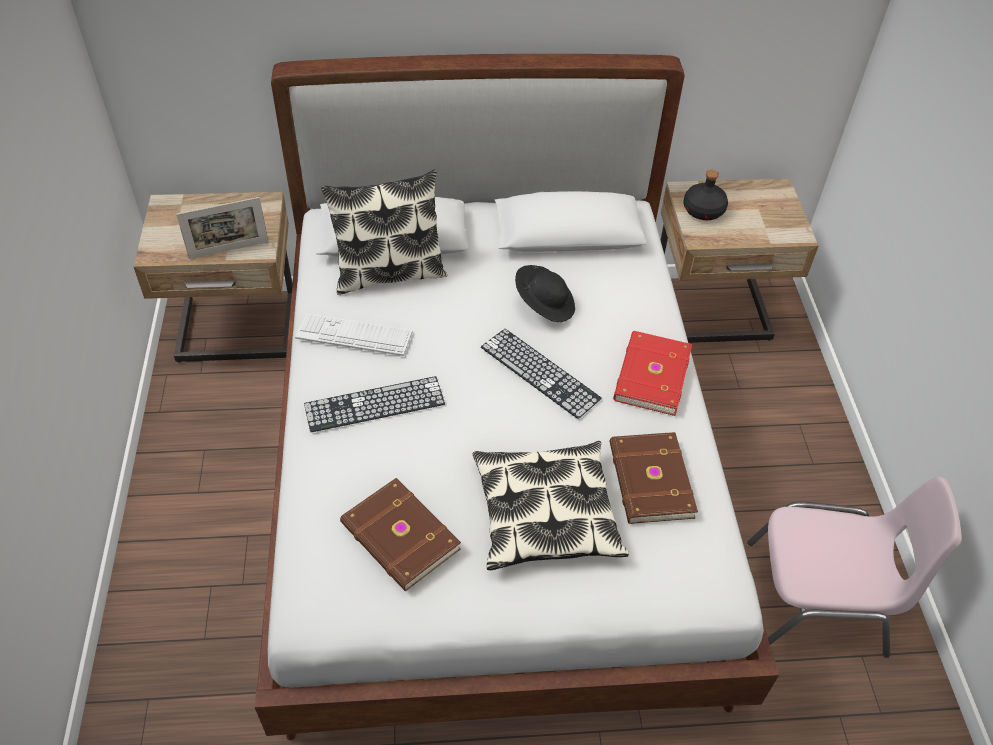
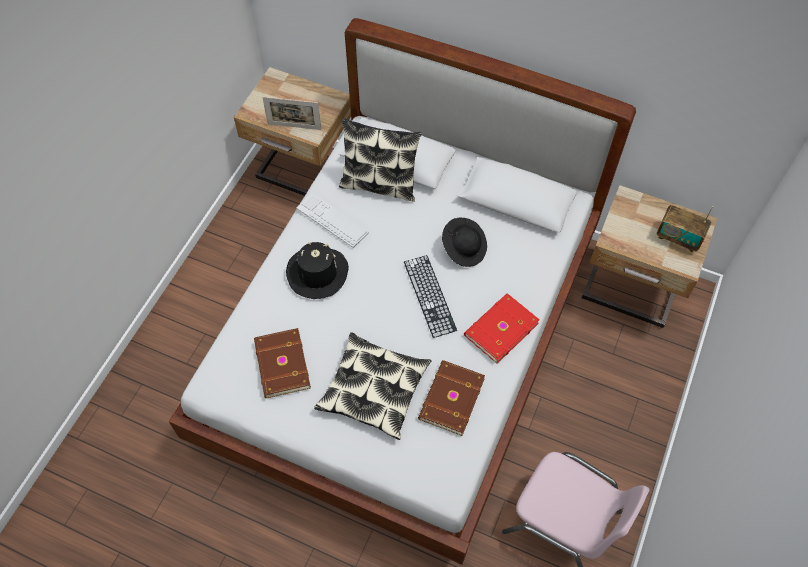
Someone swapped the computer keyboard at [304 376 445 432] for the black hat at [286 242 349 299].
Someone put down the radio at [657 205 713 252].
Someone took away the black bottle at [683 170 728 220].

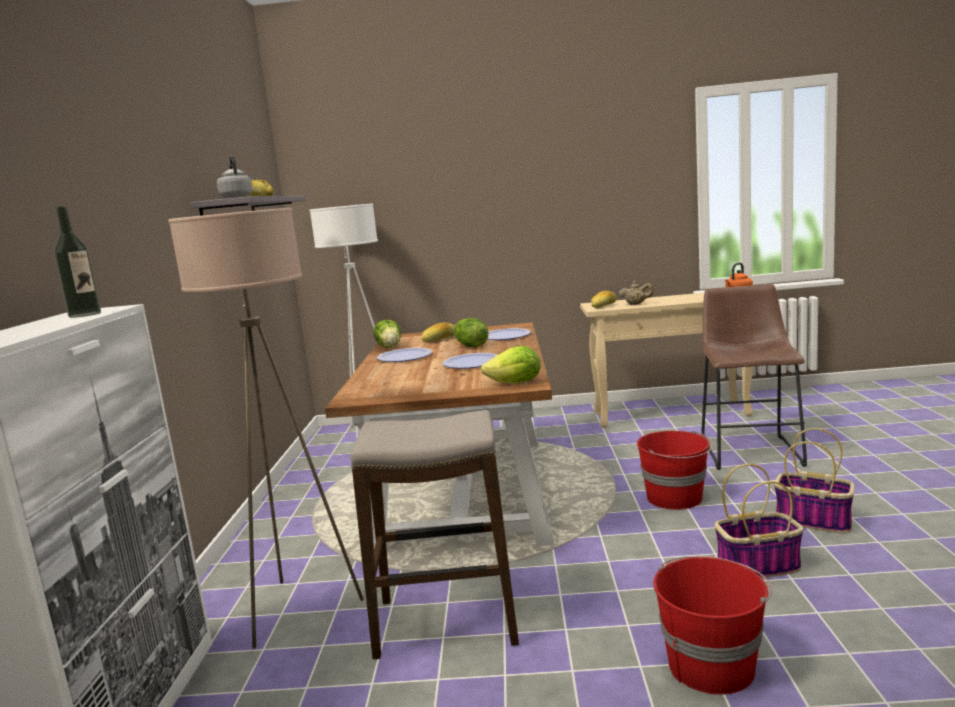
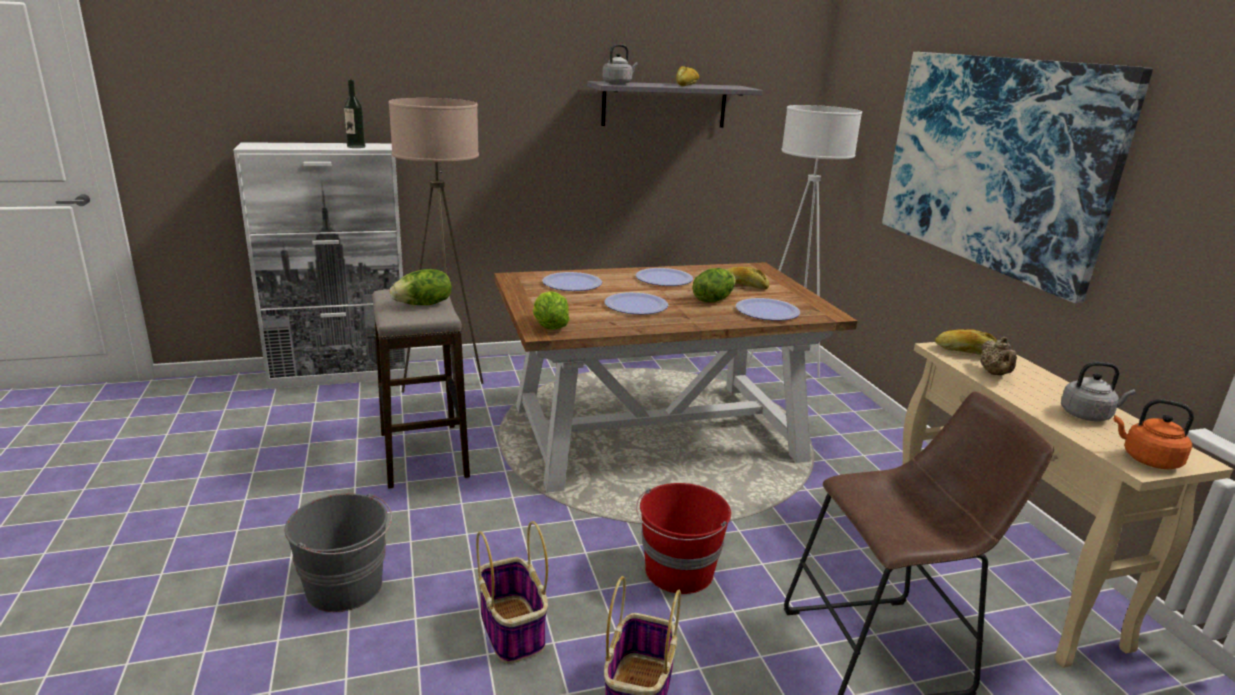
Someone repainted the red water bucket at [653 556 772 695], which became the greyish water bucket at [284 493 392 612].
Someone carried the lettuce from [374 320 401 348] to [390 269 452 305].
Someone put down the flat dish at [542 272 602 291].
Someone put up the wall art at [882 52 1153 303].
Someone put down the greyish tea kettle at [1061 362 1136 422].

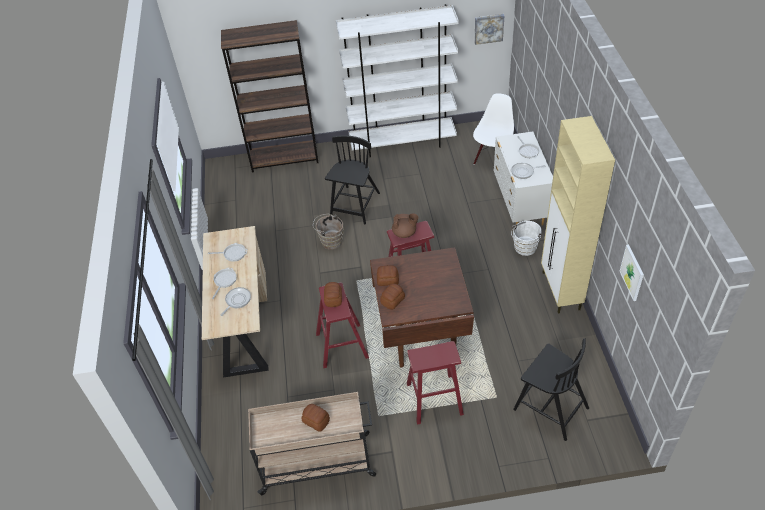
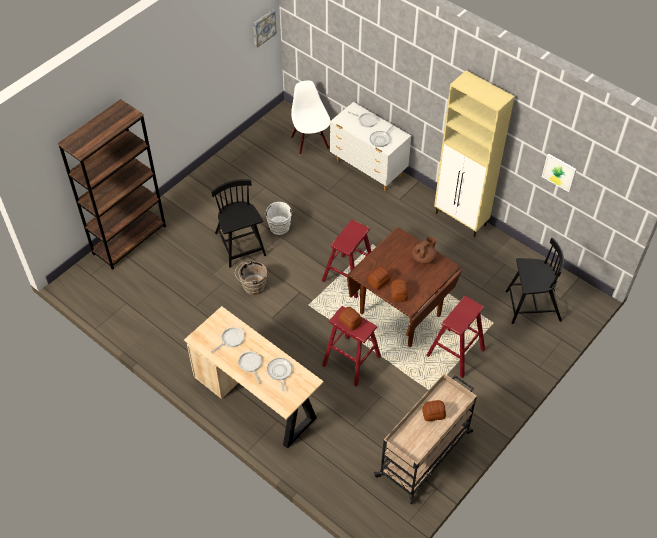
Someone carried the whitish water bucket from [511 221 542 256] to [264 202 293 235].
Someone carried the brown-coloured tea pot from [392 213 419 238] to [412 237 437 264].
Someone took away the whitish shelving unit at [336 4 459 157].

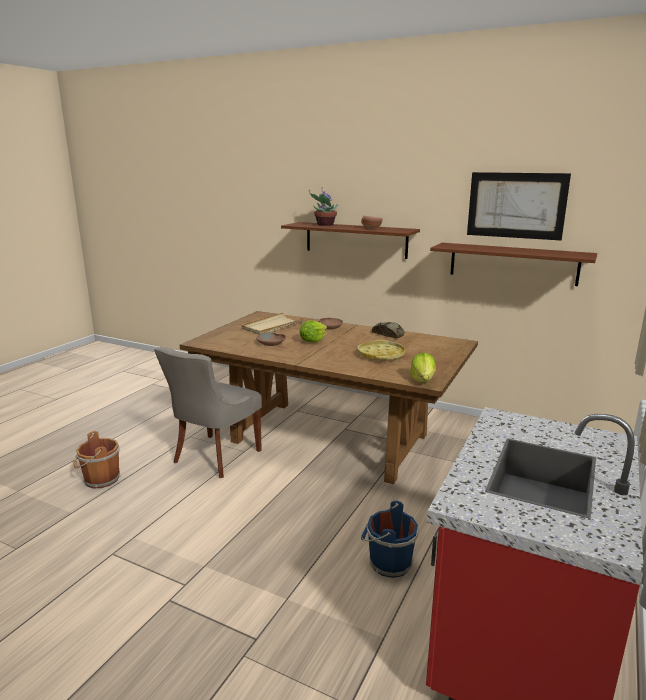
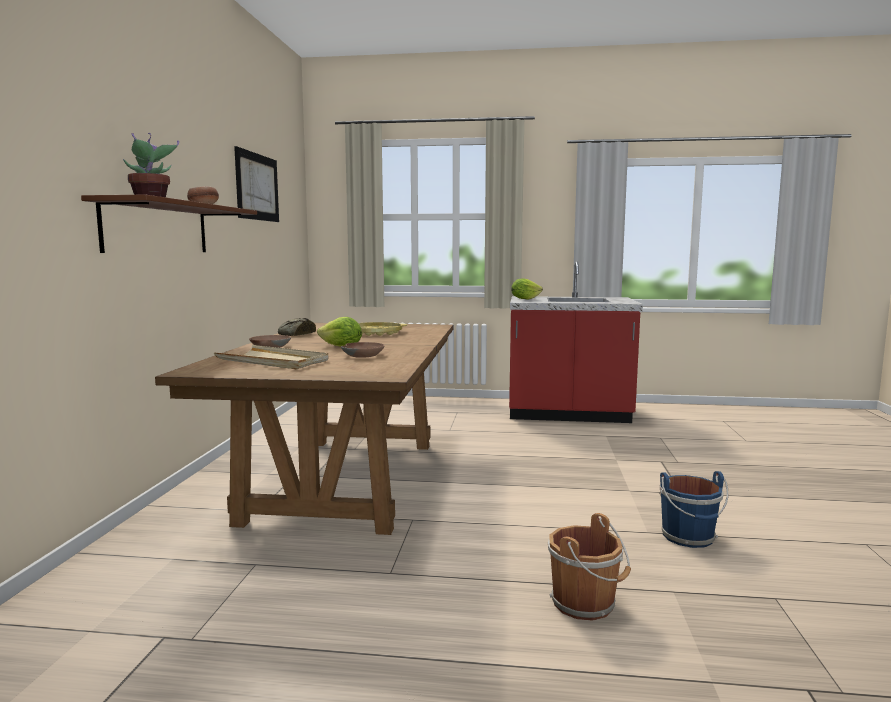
Someone carried the lettuce from [410 353 436 382] to [511 278 543 300].
Someone carried the blue water bucket from [361 501 418 578] to [660 471 728 548].
Someone took away the greyish plain chair at [154 347 262 478].
Someone took away the brown-coloured bracket shelf at [430 243 597 286].

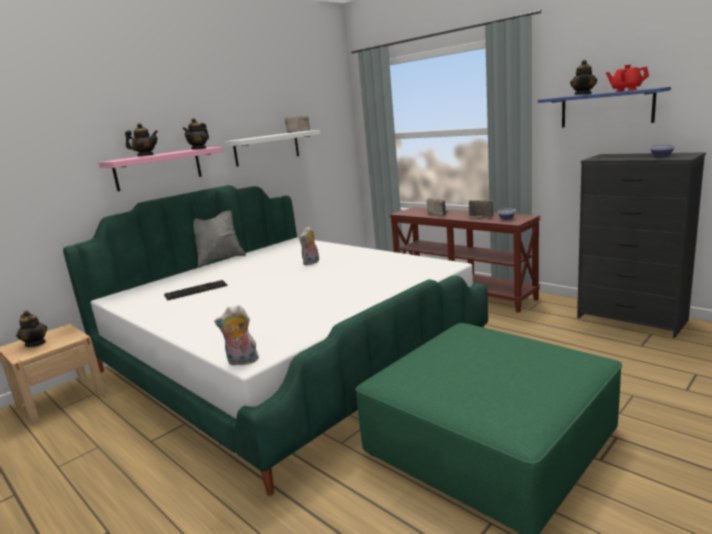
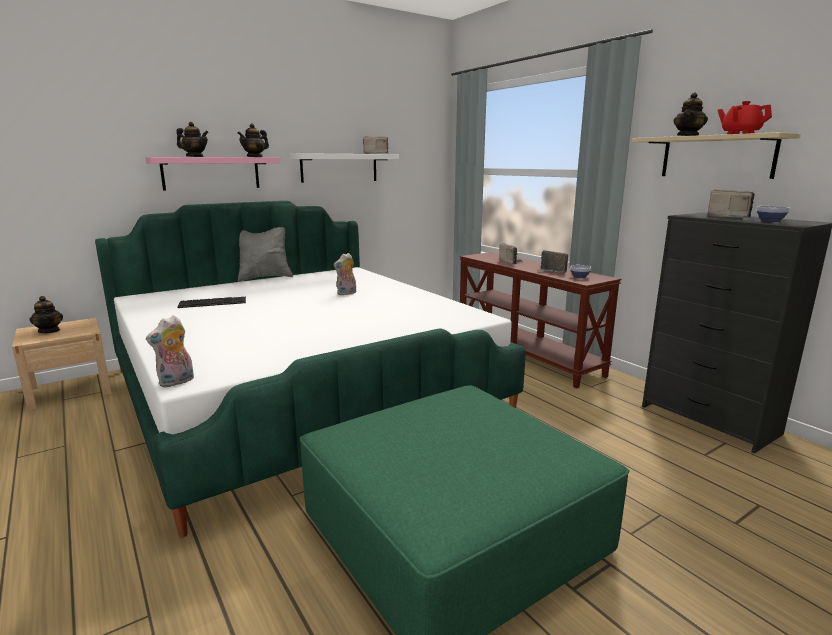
Someone rotated the soft toy at [214 305 259 366] by 60 degrees counterclockwise.
Someone repainted the blue bracket shelf at [538 87 671 128], which became the beige bracket shelf at [632 132 801 179].
Someone put down the radio at [708 190 755 218].

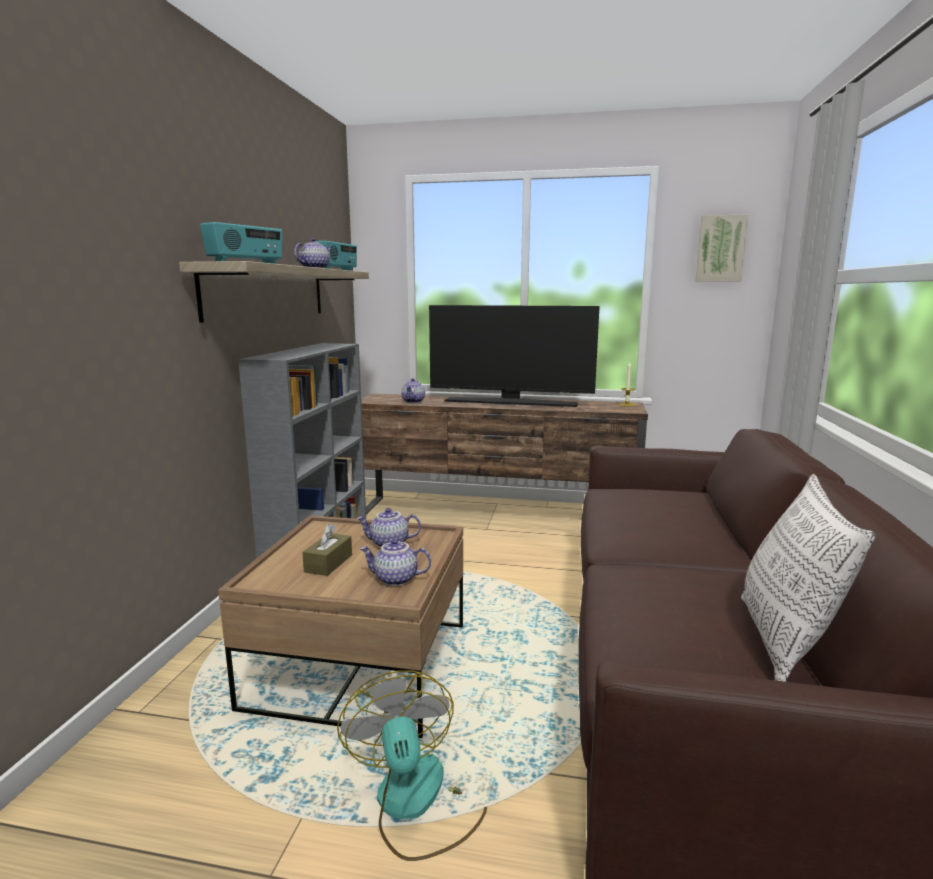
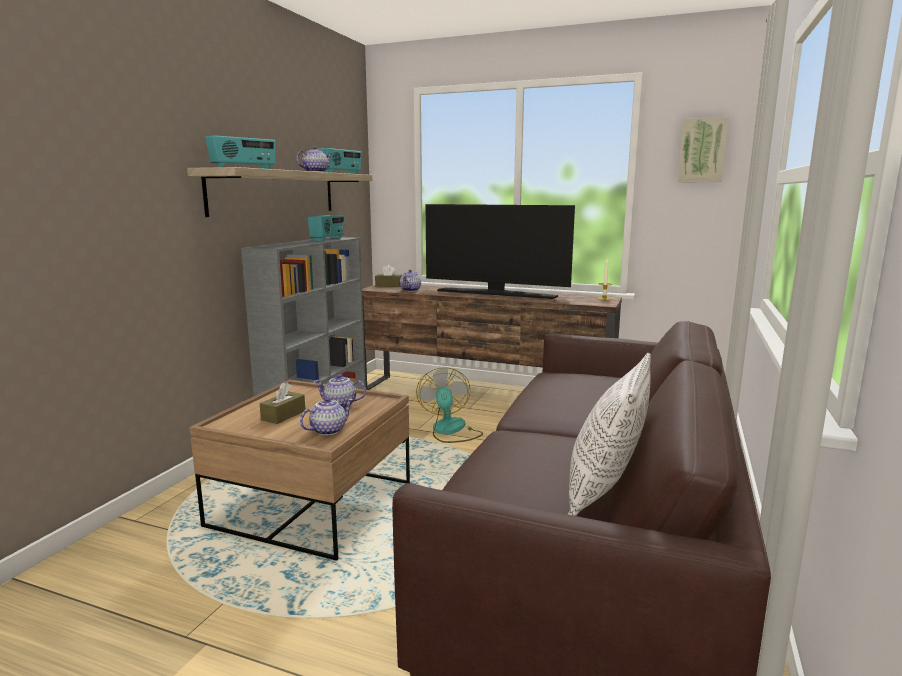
Someone rotated the tea pot at [360 539 431 586] by 120 degrees clockwise.
Someone put down the radio at [308 215 344 241].
Someone put down the brown-coloured tissue holder at [375 265 402 287].
Someone carried the cooling fan from [337 670 487 861] to [416 367 483 443].

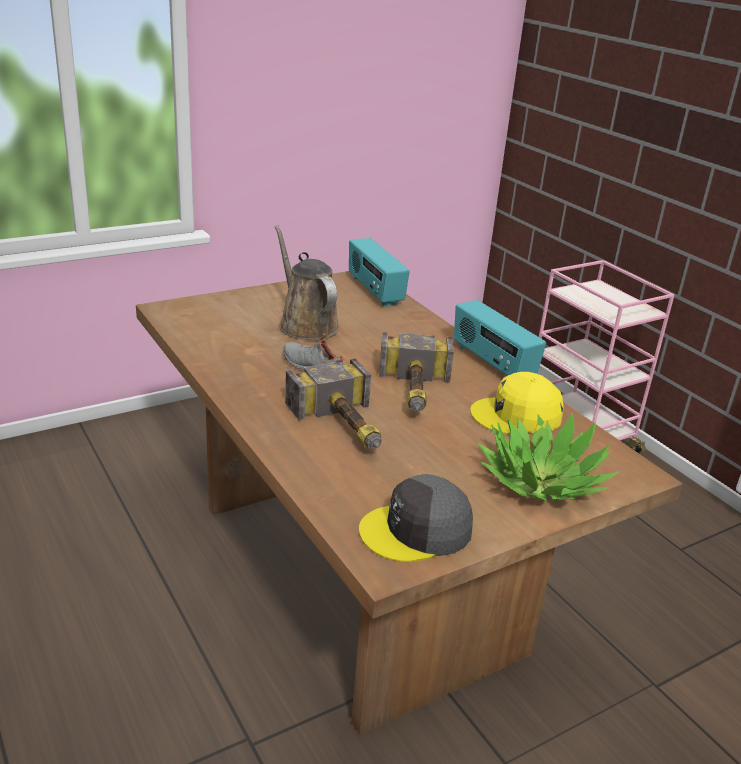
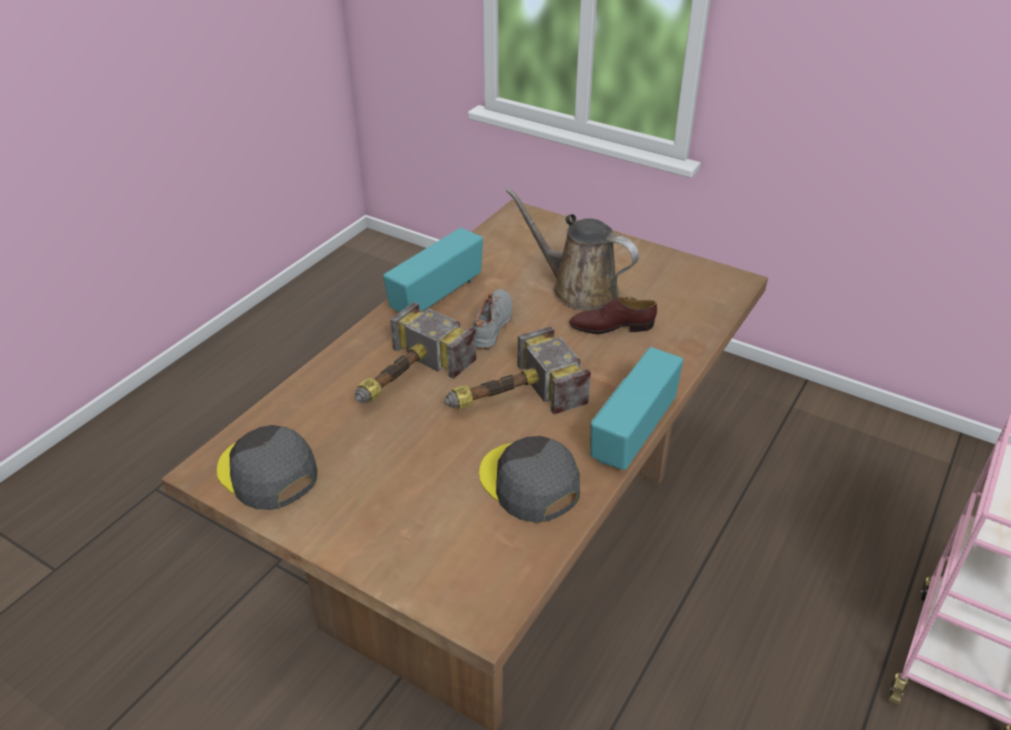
Someone carried the radio from [349 238 410 307] to [383 228 483 313].
Someone repainted the yellowish peaked cap at [470 372 564 434], which became the greyish peaked cap at [479 436 580 523].
Someone rotated the brown-coloured watering can at [275 225 339 340] by 90 degrees counterclockwise.
Someone put down the brown-coloured low shoe at [569 297 657 334].
Someone took away the plant in a pot at [476 412 619 502].

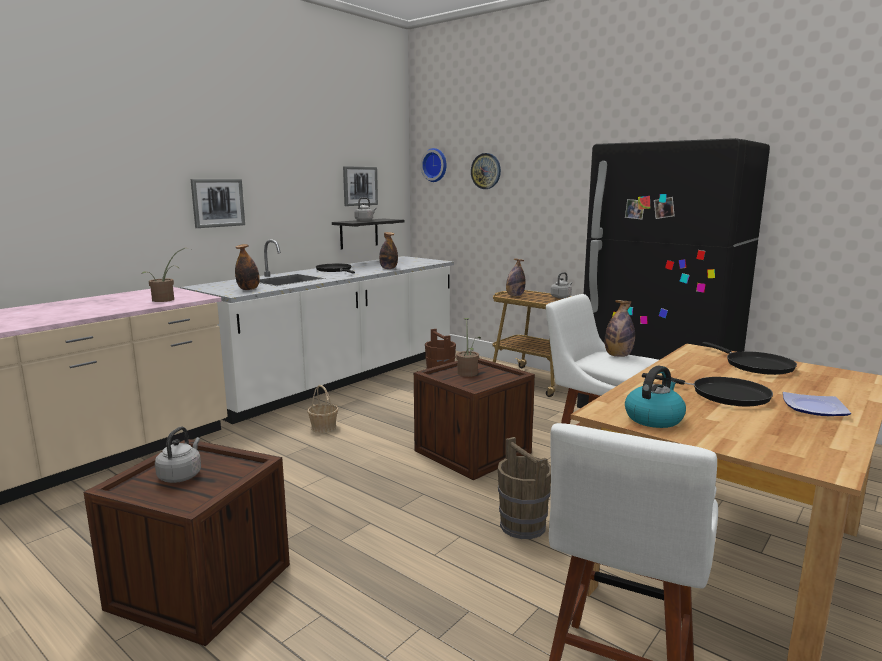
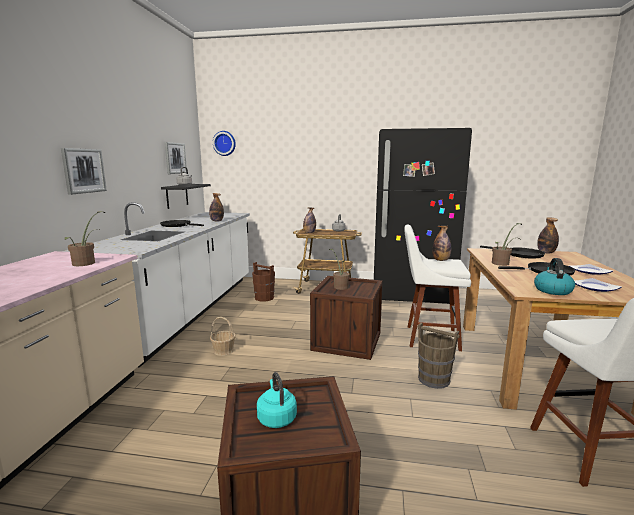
Someone repainted the greyish tea kettle at [155 427 201 483], which became the blue-green tea kettle at [257 372 297 428].
Someone put down the plant in a pot at [492 223 522 266].
Someone carried the bottle from [235 244 260 290] to [537 217 559 253].
Someone put down the flat dish at [574 278 622 292].
Someone took away the wall clock at [471 153 501 189].

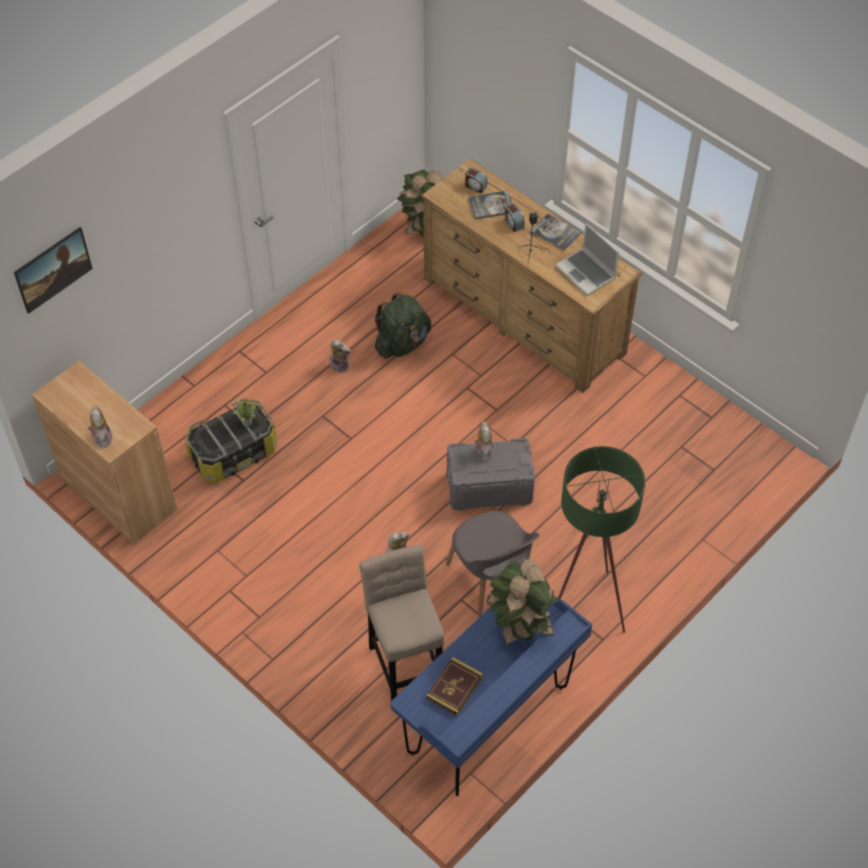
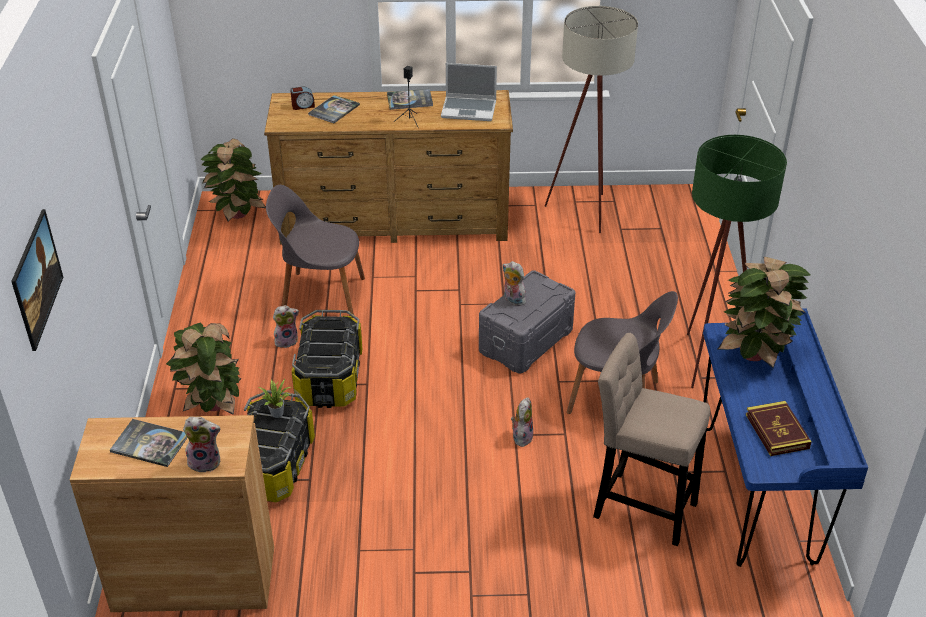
Someone put down the bound book at [110 419 187 467].
Someone put down the plant in a pot at [166 323 242 415].
Someone rotated the soft toy at [88 405 113 448] by 150 degrees clockwise.
Someone swapped the green knapsack at [375 292 431 359] for the greyish plain chair at [266 185 365 318].
Someone put down the storage box at [292 310 362 408].
Someone put down the beige standard lamp at [545 6 638 233].
Someone took away the alarm clock at [505 204 524 232].

